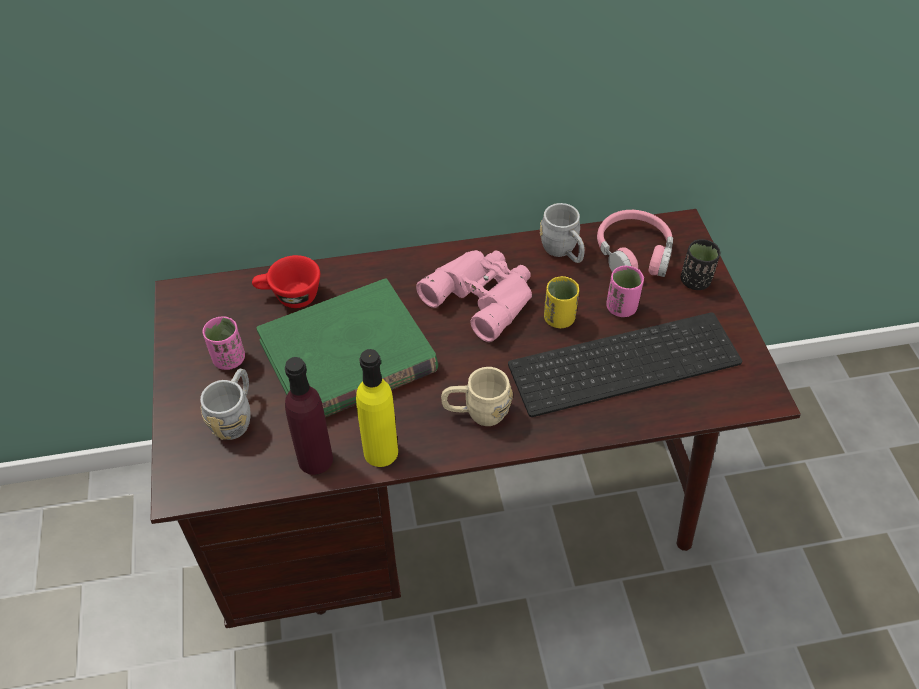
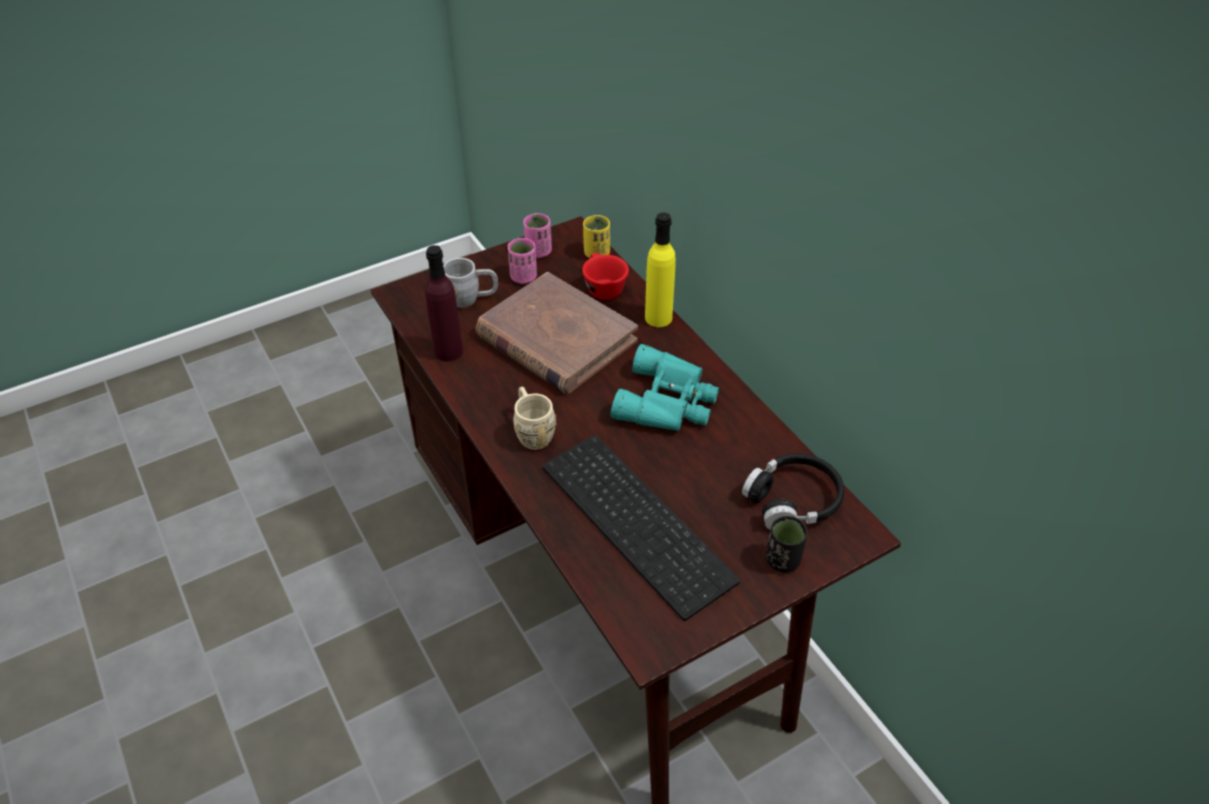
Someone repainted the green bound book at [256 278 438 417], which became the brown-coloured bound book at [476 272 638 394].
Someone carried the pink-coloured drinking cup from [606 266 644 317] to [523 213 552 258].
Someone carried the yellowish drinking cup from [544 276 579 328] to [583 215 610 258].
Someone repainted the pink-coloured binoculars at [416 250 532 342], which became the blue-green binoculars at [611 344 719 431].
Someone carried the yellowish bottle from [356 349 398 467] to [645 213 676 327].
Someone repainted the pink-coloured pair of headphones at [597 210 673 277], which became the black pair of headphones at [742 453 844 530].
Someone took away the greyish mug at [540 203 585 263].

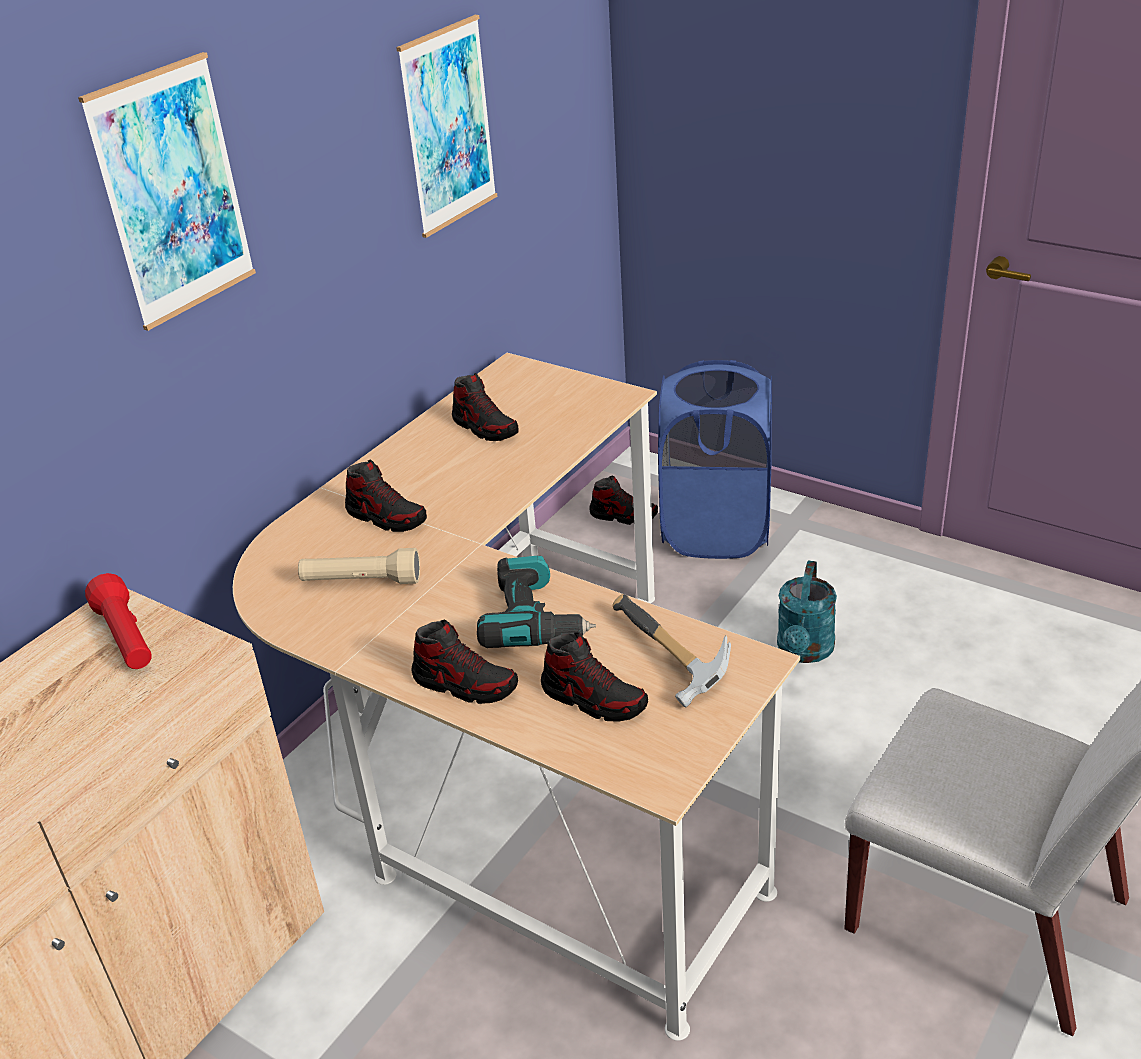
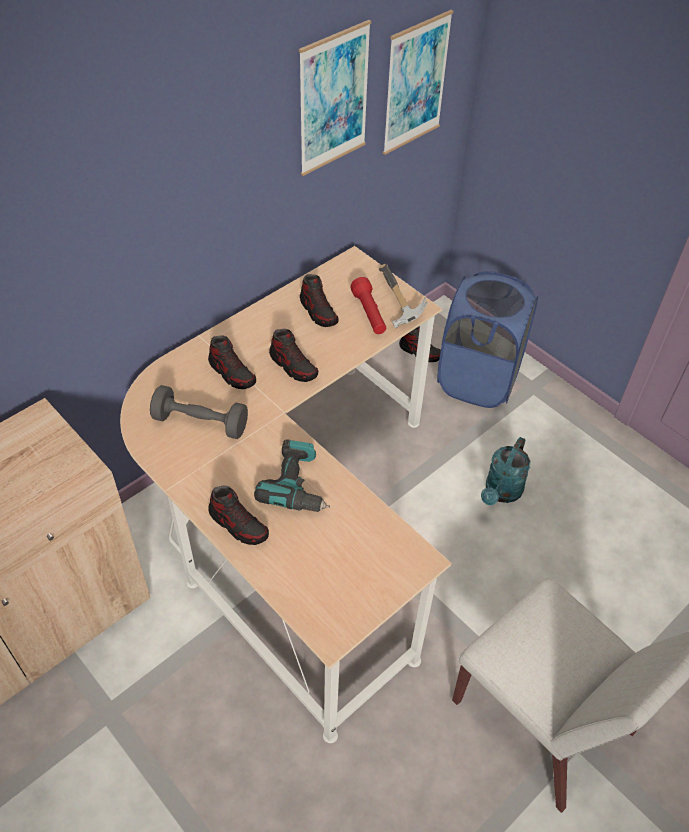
Someone swapped the beige torch at [298 548 420 584] for the greyish free weight at [150 385 248 439].
Someone carried the low shoe from [541 632 648 722] to [269 329 318 382].
Someone carried the red torch from [85 573 152 669] to [350 277 386 334].
Someone carried the hammer from [613 594 731 707] to [379 264 428 328].
Someone carried the wall art from [78 52 256 331] to [383 10 453 155].

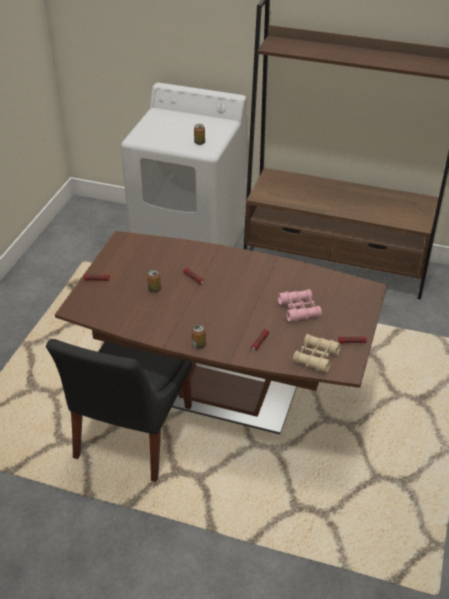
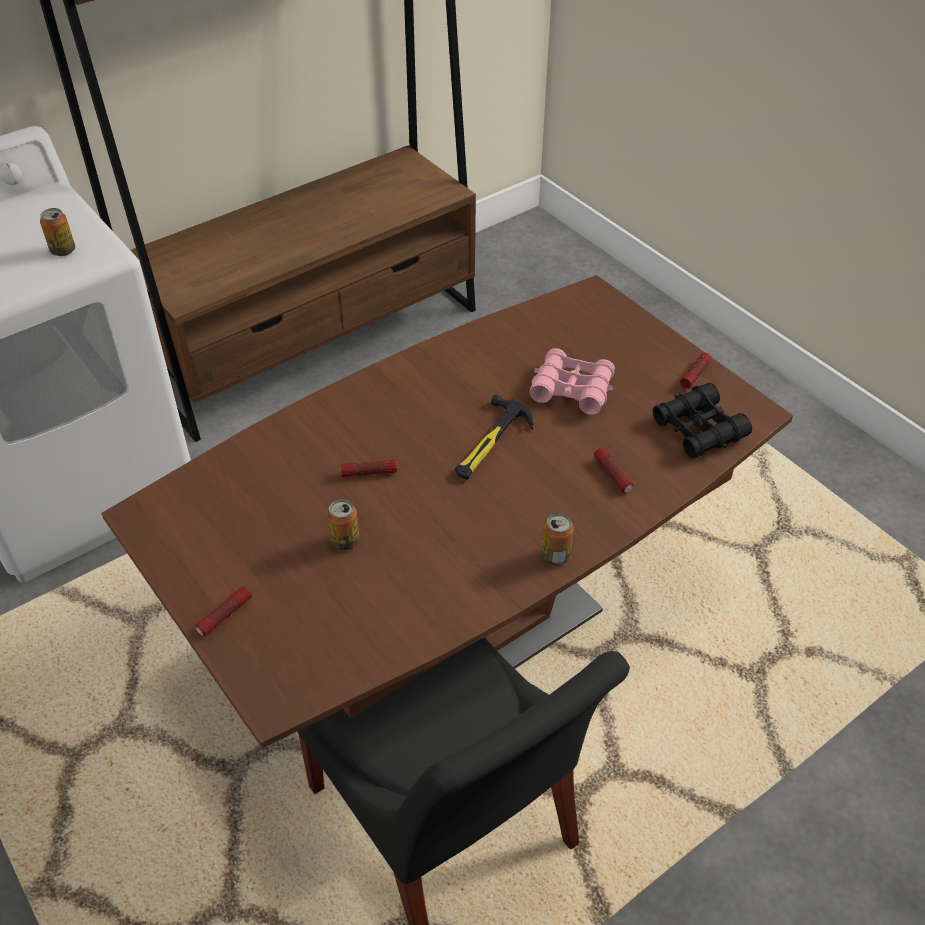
Someone put down the hammer at [455 394 533 480].
Someone repainted the beige binoculars at [293 334 341 372], which became the black binoculars at [653 383 752 458].

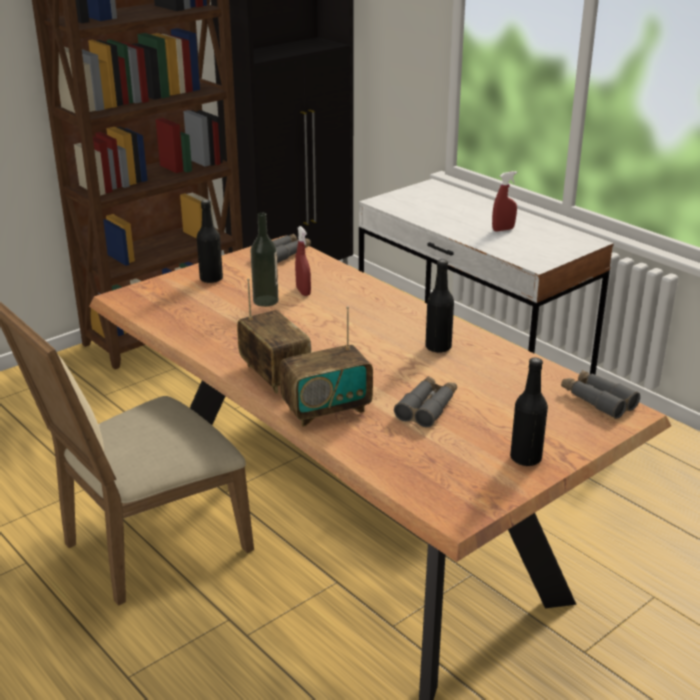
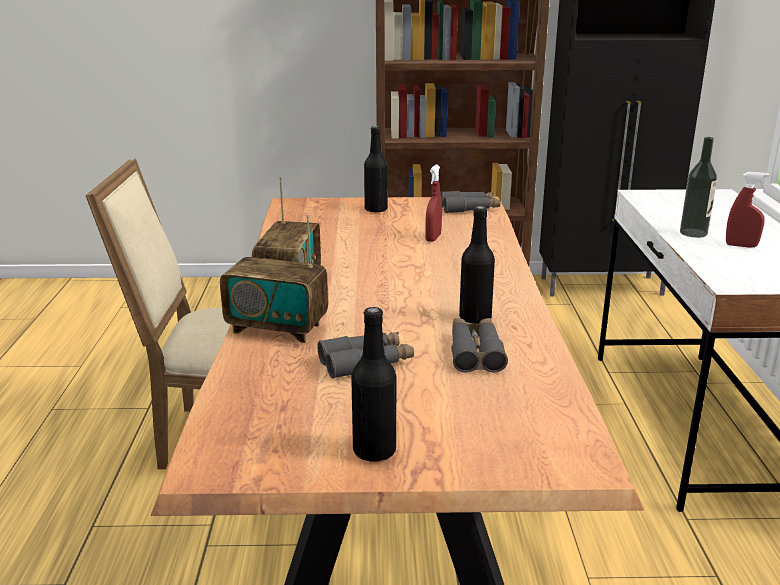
Someone carried the greyish binoculars from [561 370 640 419] to [451 318 508 373].
Someone carried the bottle from [250 212 278 307] to [680 137 717 238].

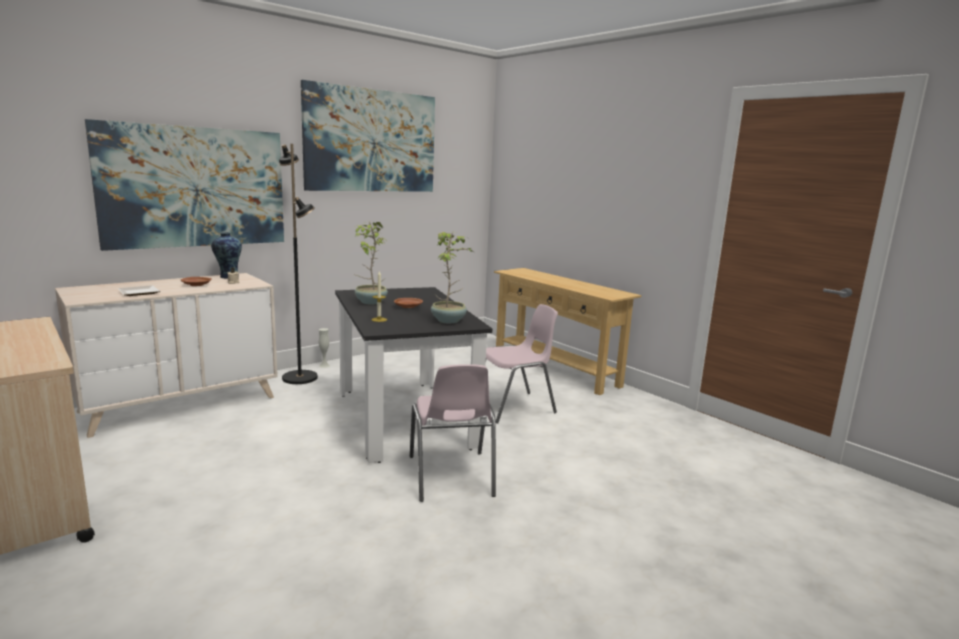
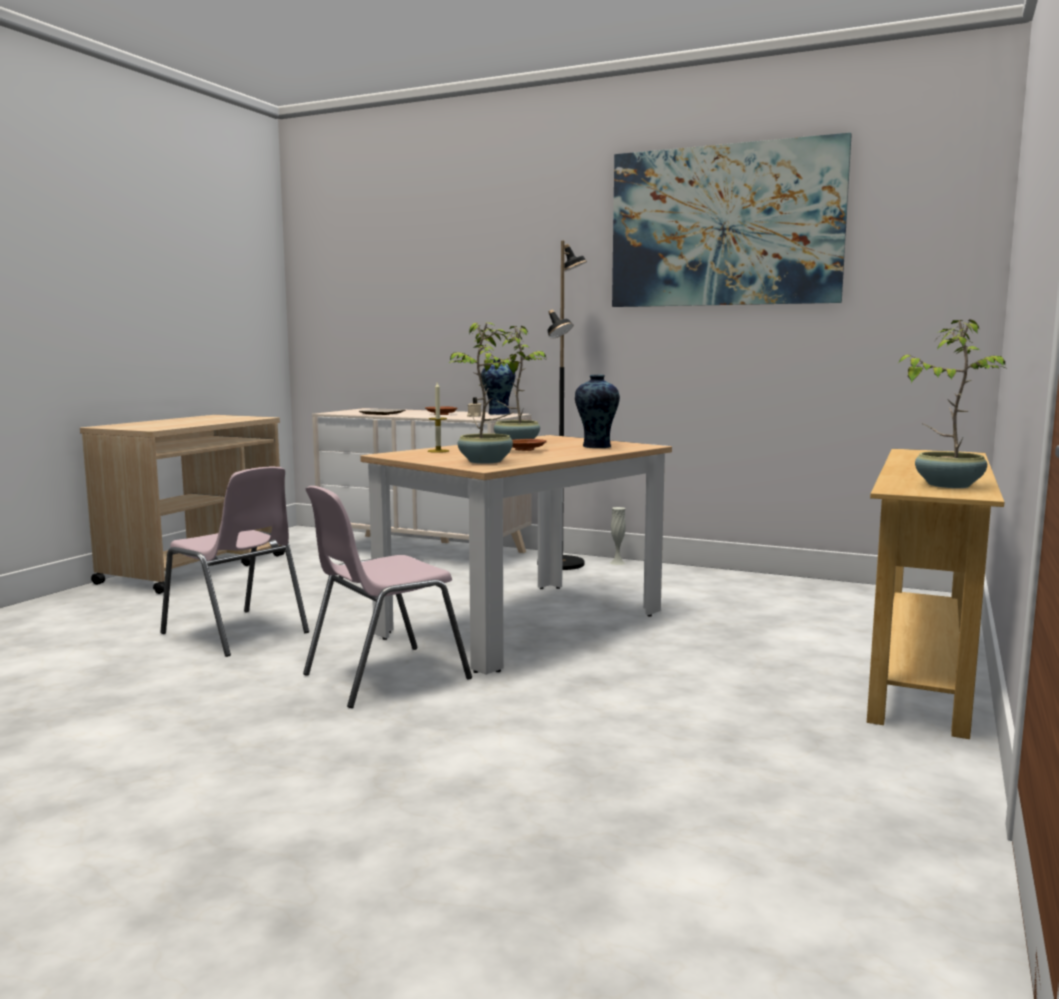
Someone carried the pink-coloured plain chair from [486 304 558 423] to [160 466 309 657].
Someone repainted the black kitchen table at [335 287 492 463], which became the beige kitchen table at [360 435 672 675].
Someone put down the flower vase at [575 374 620 448].
Someone put down the plant in a pot at [898 320 1006 488].
Someone took away the wall art at [85 119 284 251].

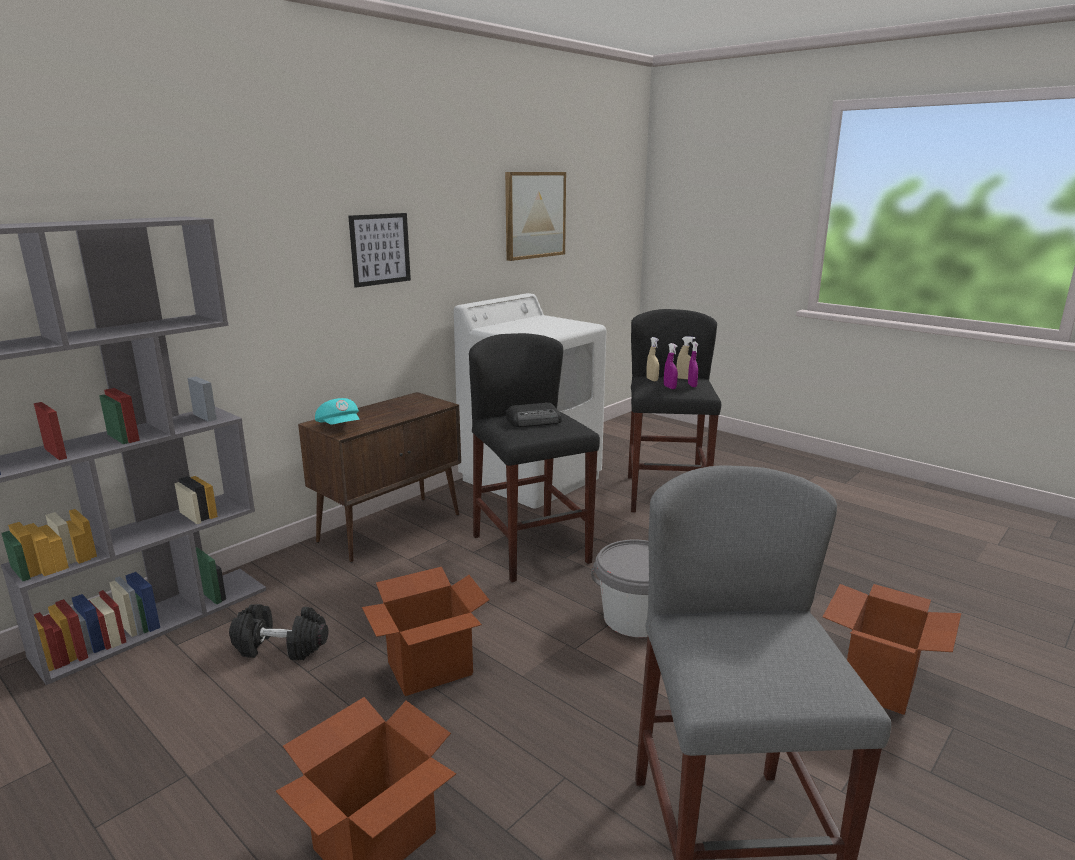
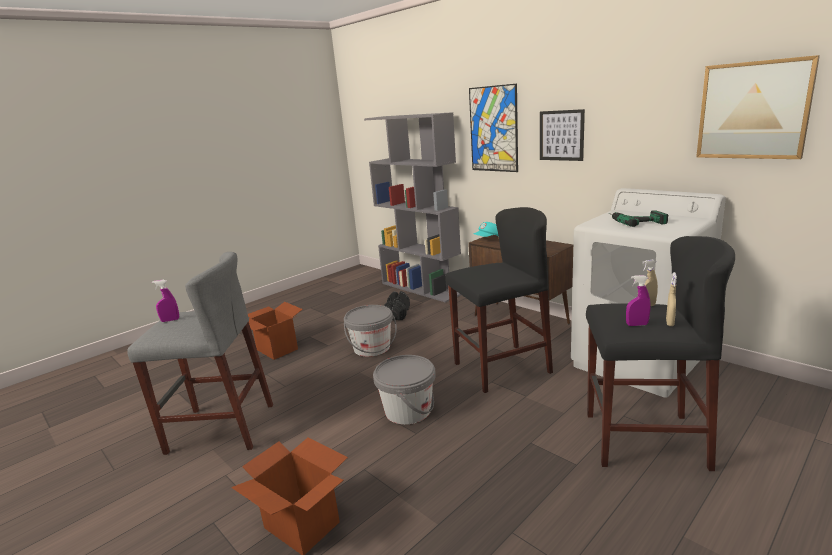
Someone carried the purple spray bottle from [664 343 678 389] to [152 280 179 322].
Someone swapped the cardboard box at [362 567 489 696] for the greyish water bucket at [344 305 397 357].
Someone put up the wall art at [469 84 518 172].
Someone put down the power drill at [609 210 668 227].
Someone took away the radio at [506 403 562 427].

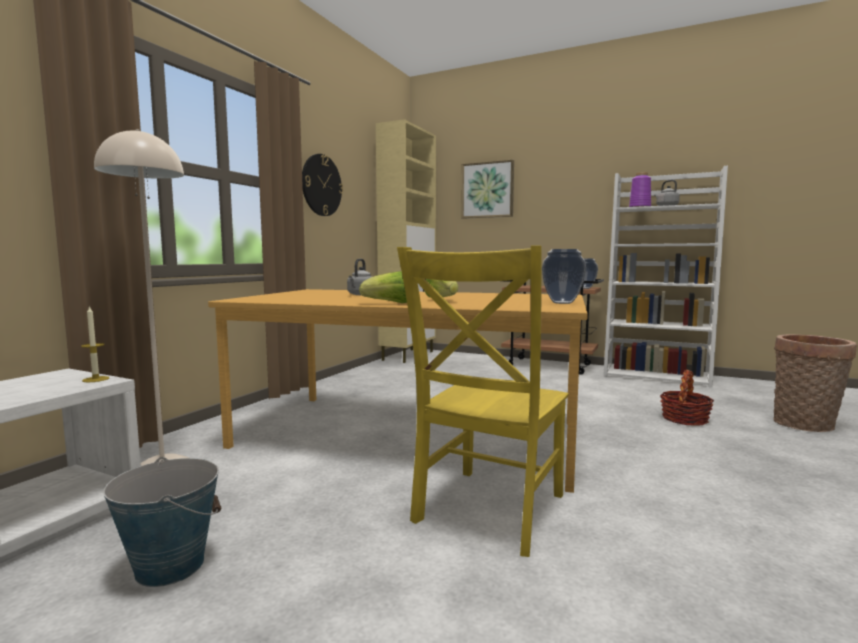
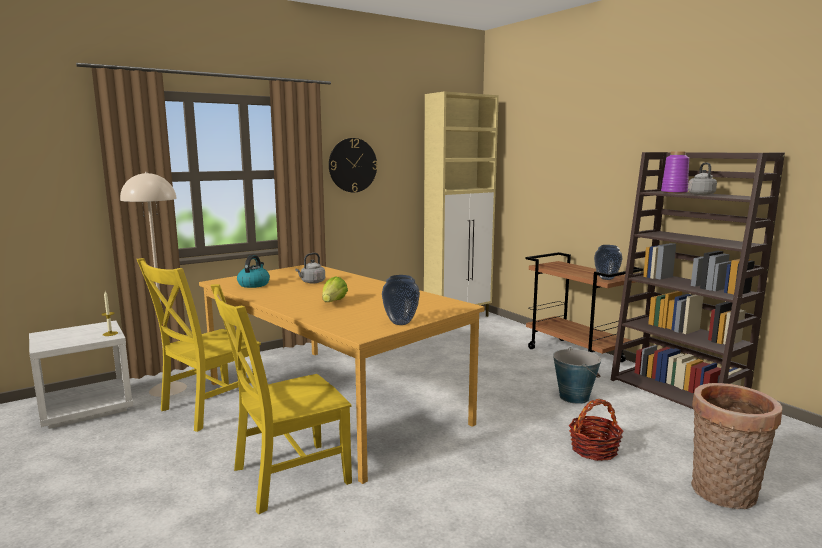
Someone put down the yellowish plain chair at [137 258 261 432].
Someone put down the tea kettle at [237 255 270 288].
Someone carried the water bucket from [103 457 222 587] to [553 347 601 404].
Someone repainted the whitish shelving unit at [603 166 728 388], which became the brown-coloured shelving unit at [611 152 785 409].
Someone took away the lettuce at [359 271 407 303].
Someone took away the wall art at [461 160 514 219].

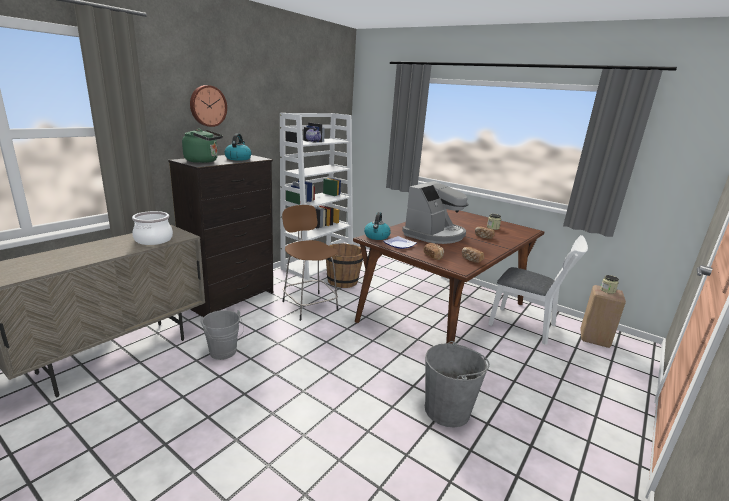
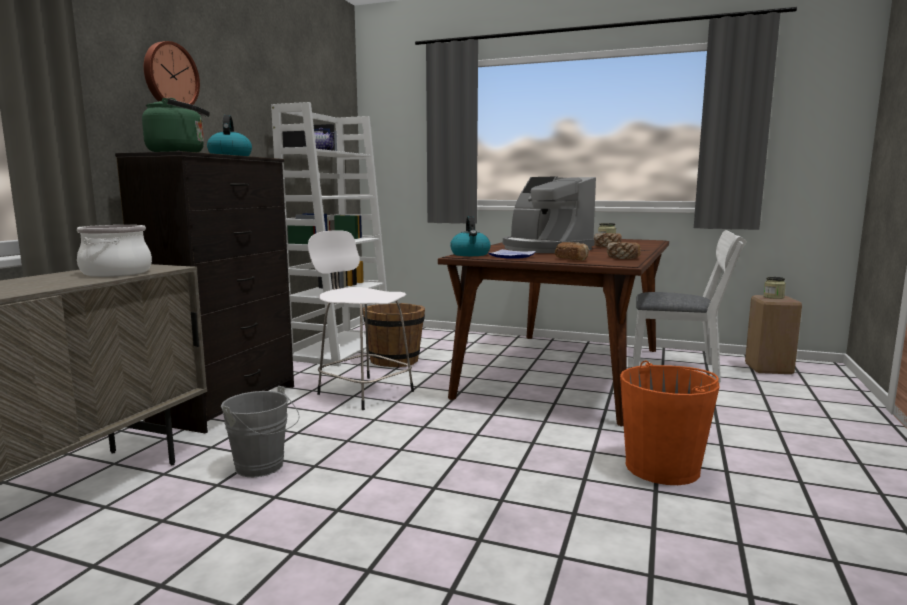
Someone repainted the brown-coloured stool seat at [282 205 338 321], which became the whitish stool seat at [308 230 414 410].
Someone rotated the coffee machine at [402 181 469 244] by 120 degrees clockwise.
Someone repainted the greyish water bucket at [425 341 490 428], which became the orange water bucket at [620 360 719 485].

